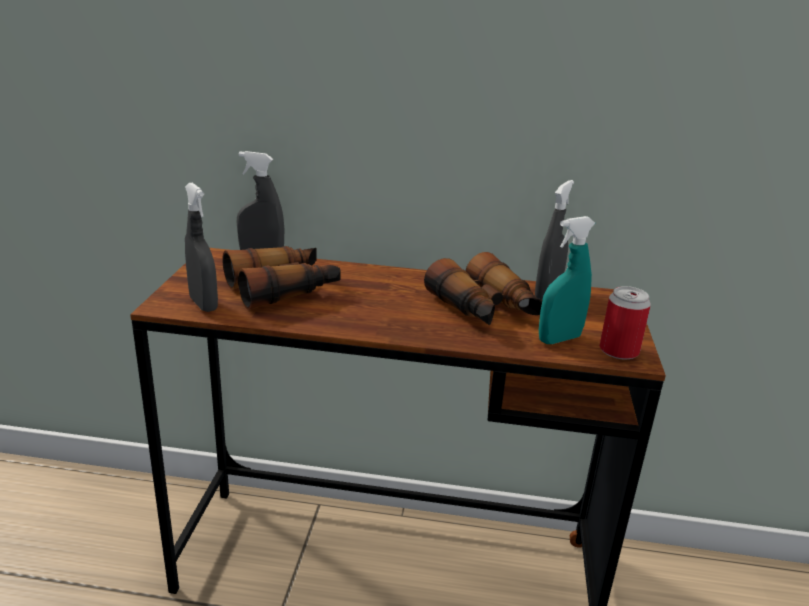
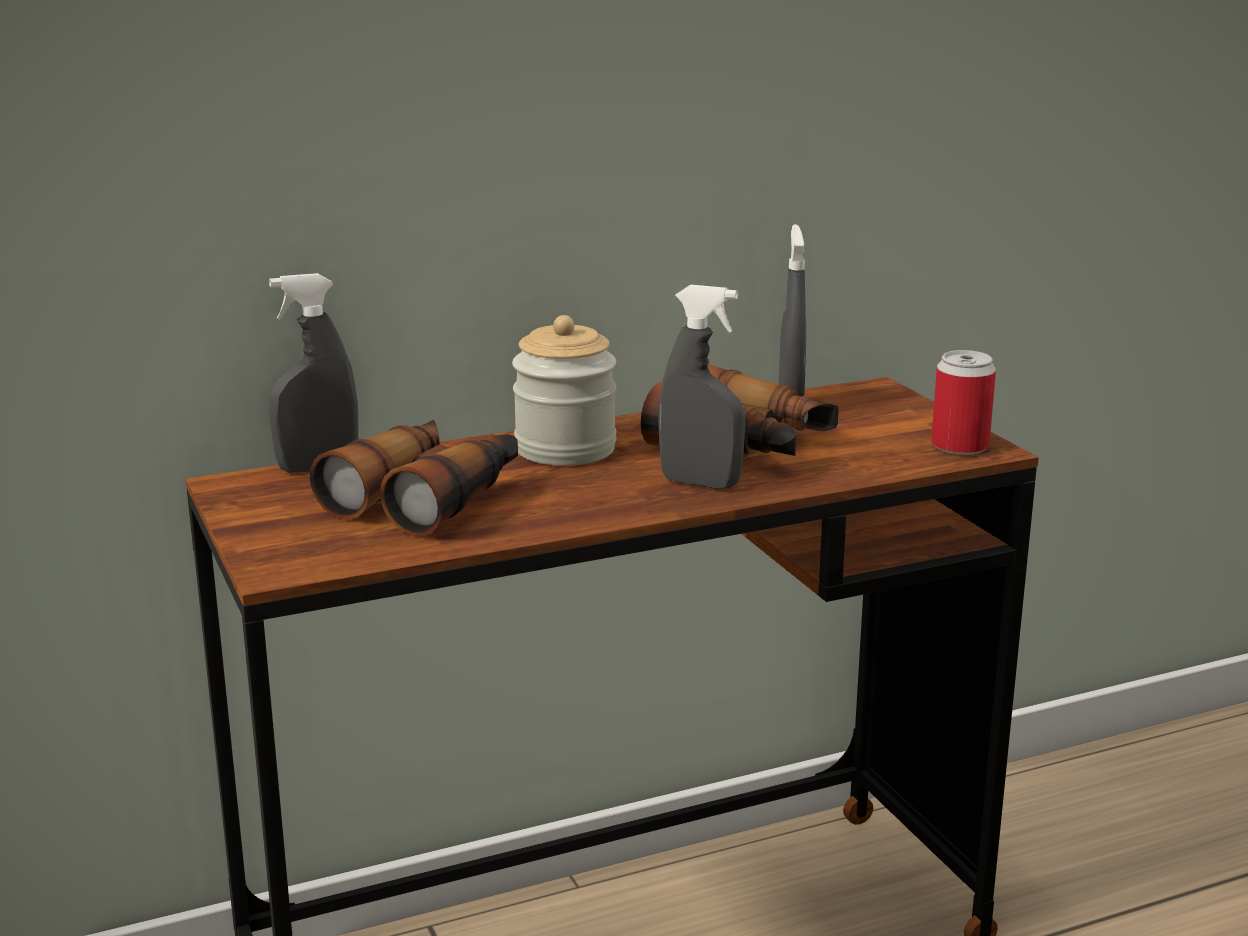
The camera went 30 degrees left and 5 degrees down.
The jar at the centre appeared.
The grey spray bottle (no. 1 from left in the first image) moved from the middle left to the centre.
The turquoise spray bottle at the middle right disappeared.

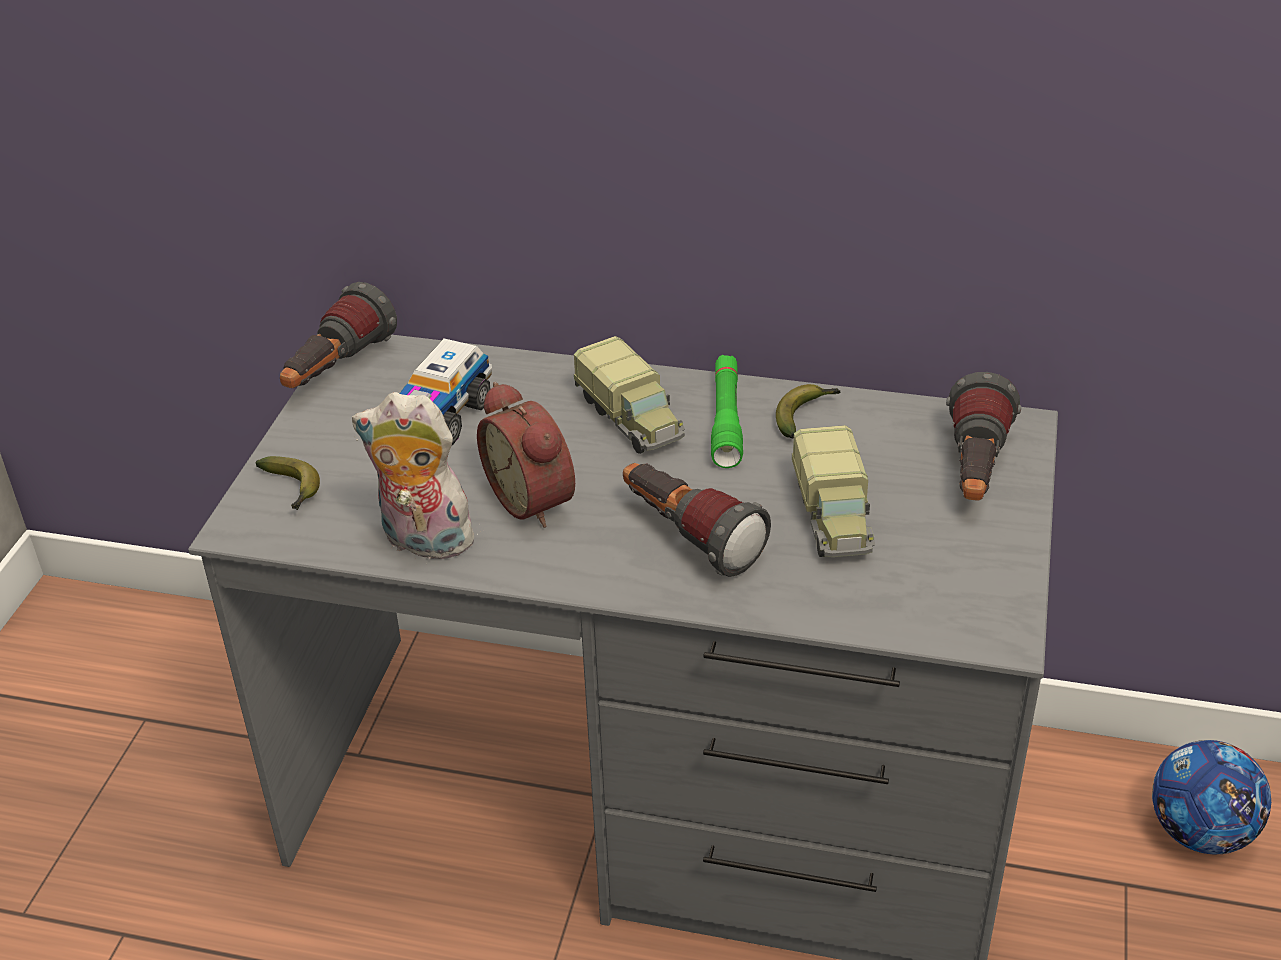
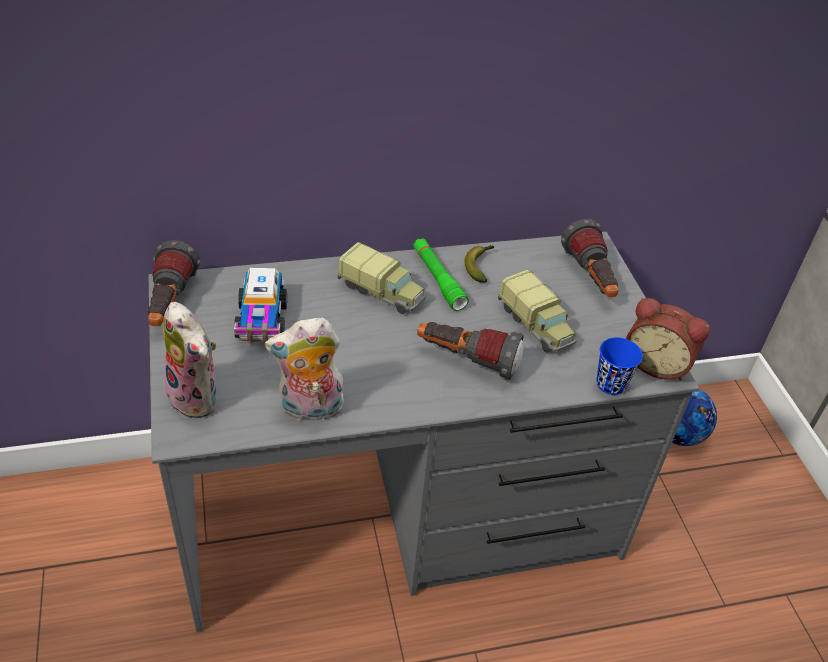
The camera went 30 degrees left and 5 degrees up.
The banana (no. 1 from left) at the middle left was replaced by the plush toy (no. 1 from left) at the middle left.
The blue cup at the middle right appeared.
The alarm clock moved from the centre to the middle right.

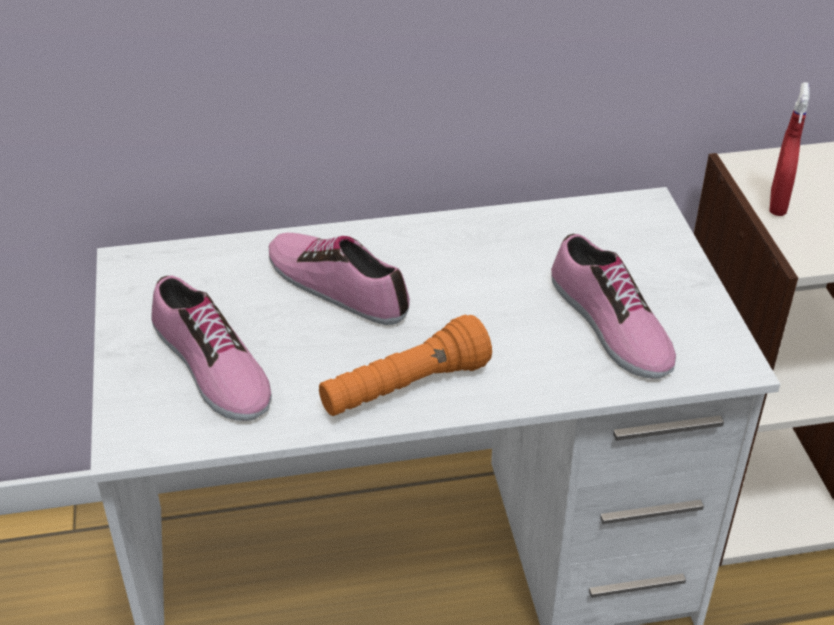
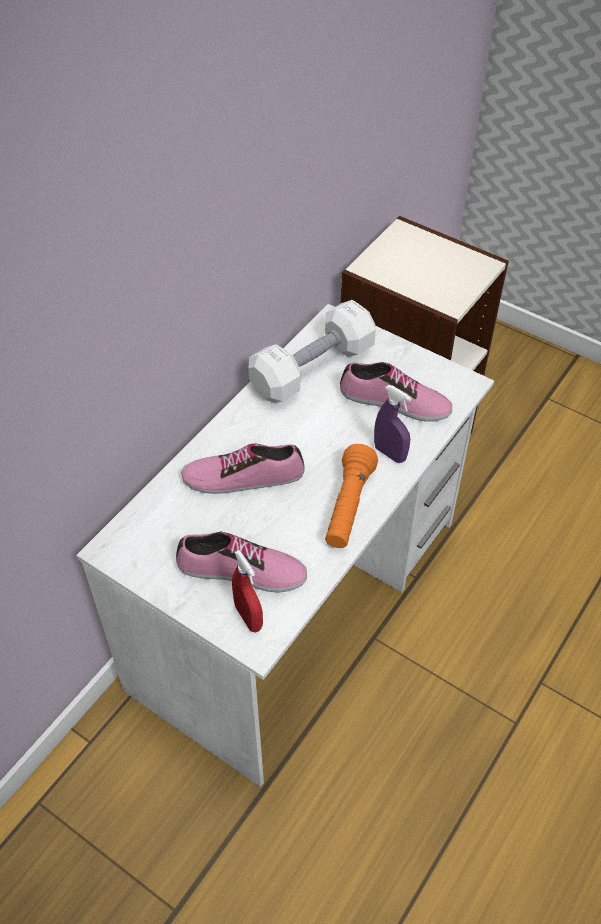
The camera went 45 degrees left and 10 degrees up.
The red spray bottle moved from the top right to the centre.
The white dumbbell at the centre appeared.
The purple spray bottle at the centre appeared.

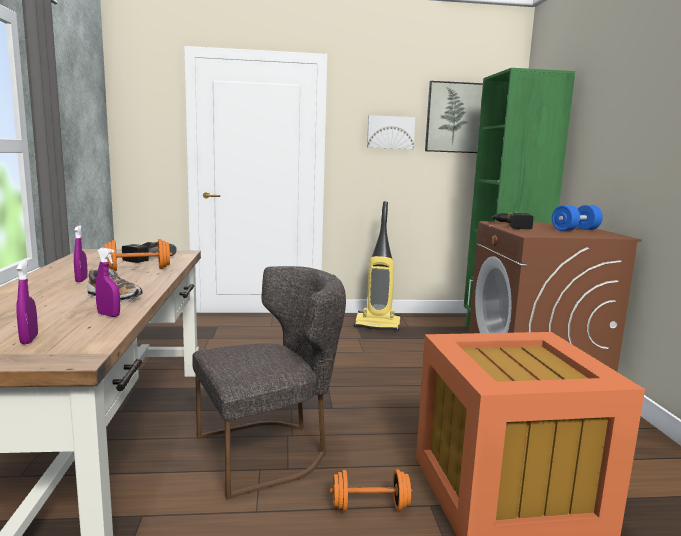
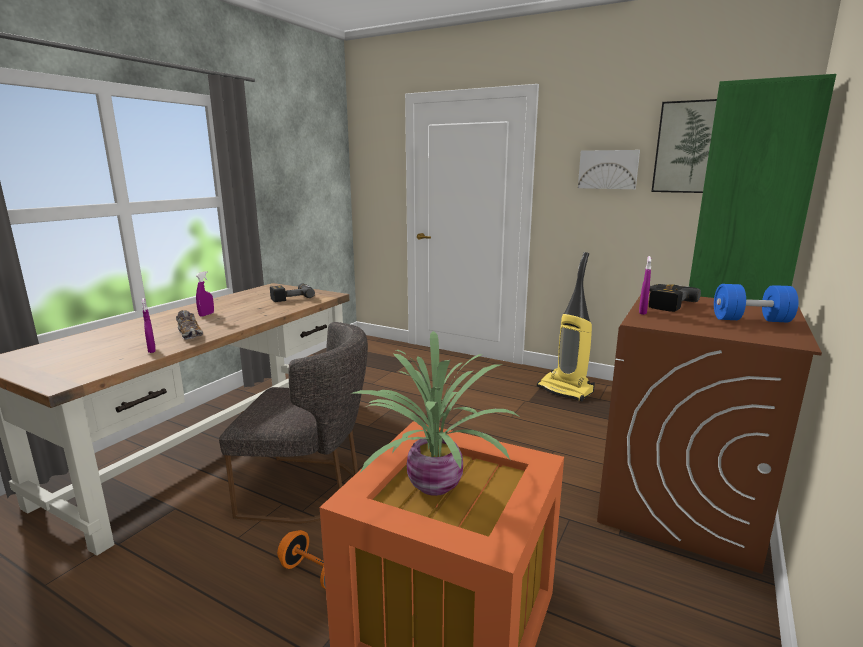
The camera went 35 degrees right and 5 degrees up.
The potted plant at the centre appeared.
The purple spray bottle (no. 1 from left in the first image) moved from the middle left to the middle right.
The orange dumbbell (no. 1 from left) at the middle left disappeared.

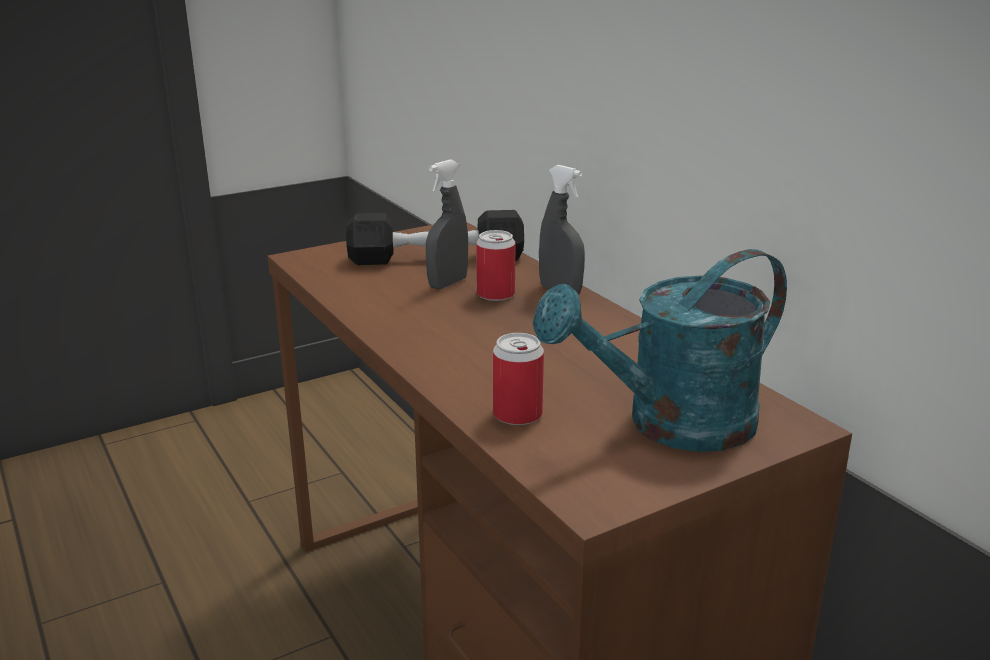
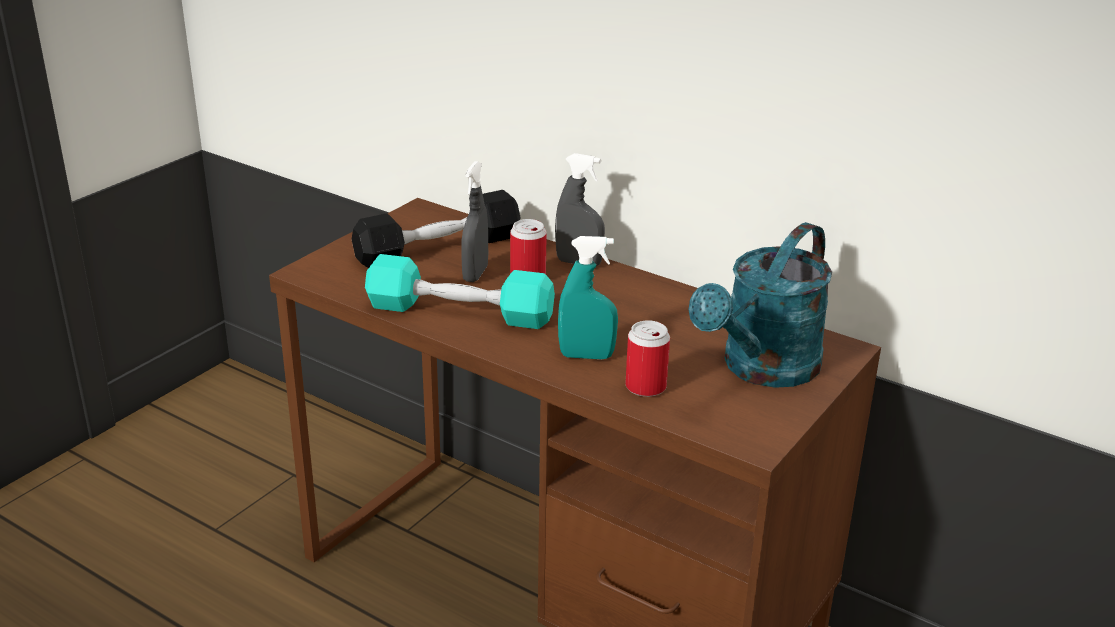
The camera went 25 degrees left and 5 degrees up.
The turquoise dumbbell at the centre appeared.
The turquoise spray bottle at the centre appeared.

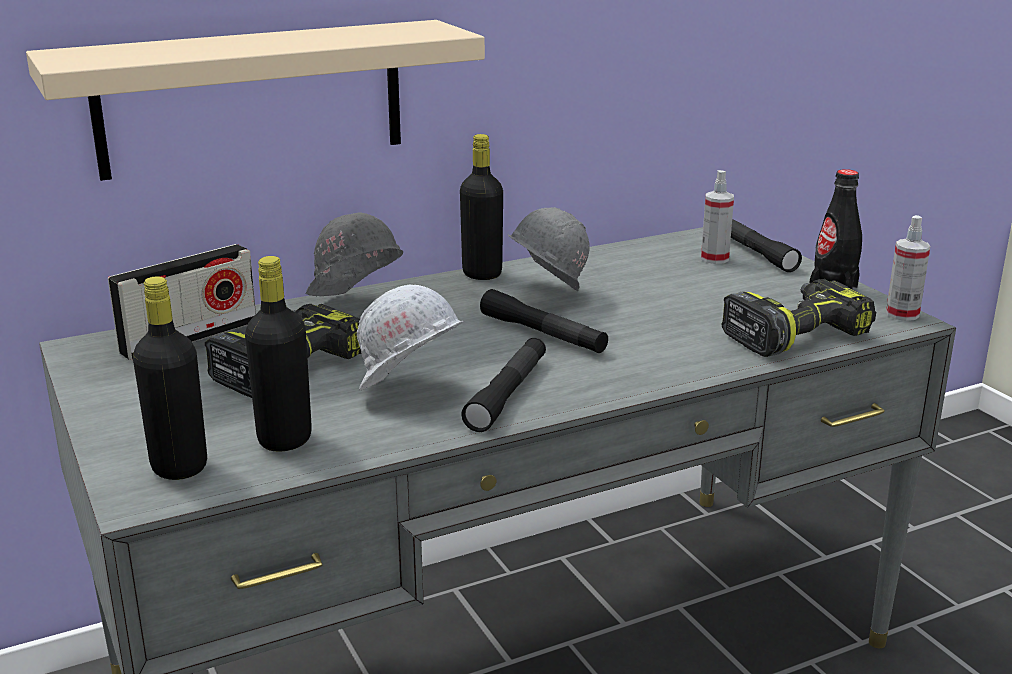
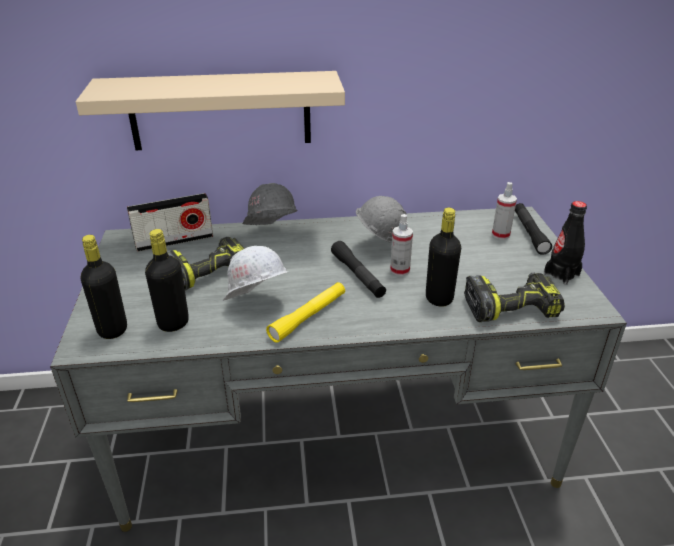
The camera went 20 degrees right and 10 degrees up.
The black flashlight (no. 1 from left) at the centre became the yellow flashlight at the centre.
The spray bottle (no. 2 from left in the first image) moved from the middle right to the centre.
The black bottle (no. 3 from left) moved from the top centre to the centre.

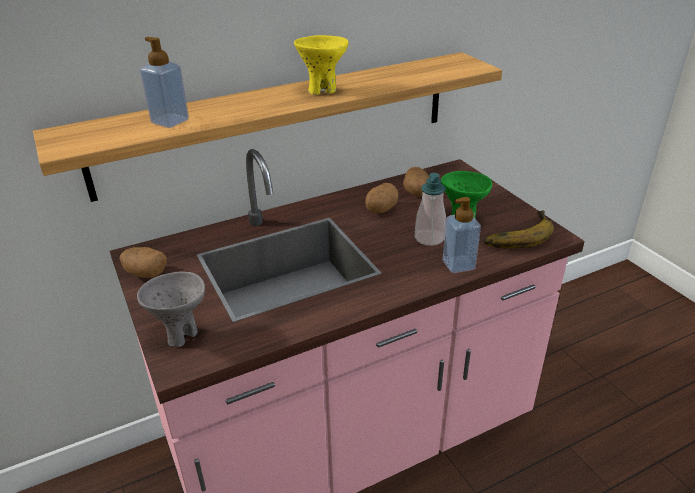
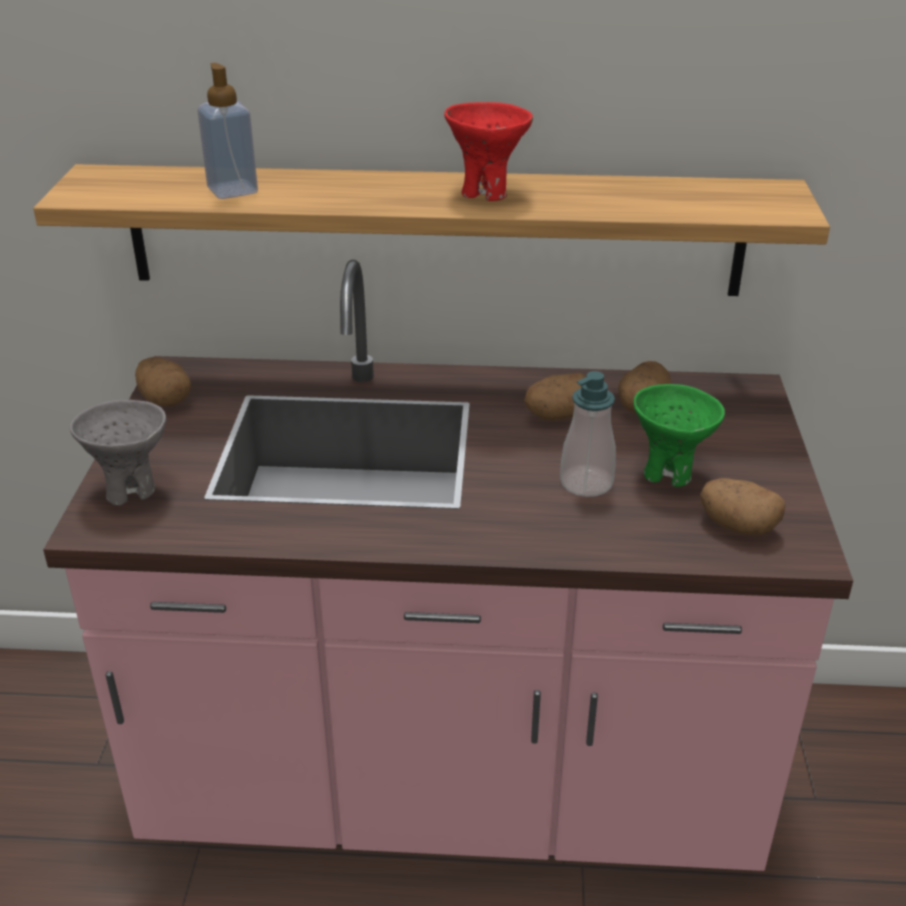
The camera went 30 degrees right and 0 degrees up.
The yellow bowl at the top centre became the red bowl at the top centre.
The banana at the middle right was replaced by the potato (no. 4 from left) at the middle right.
The soap dispenser (no. 3 from left) at the centre disappeared.

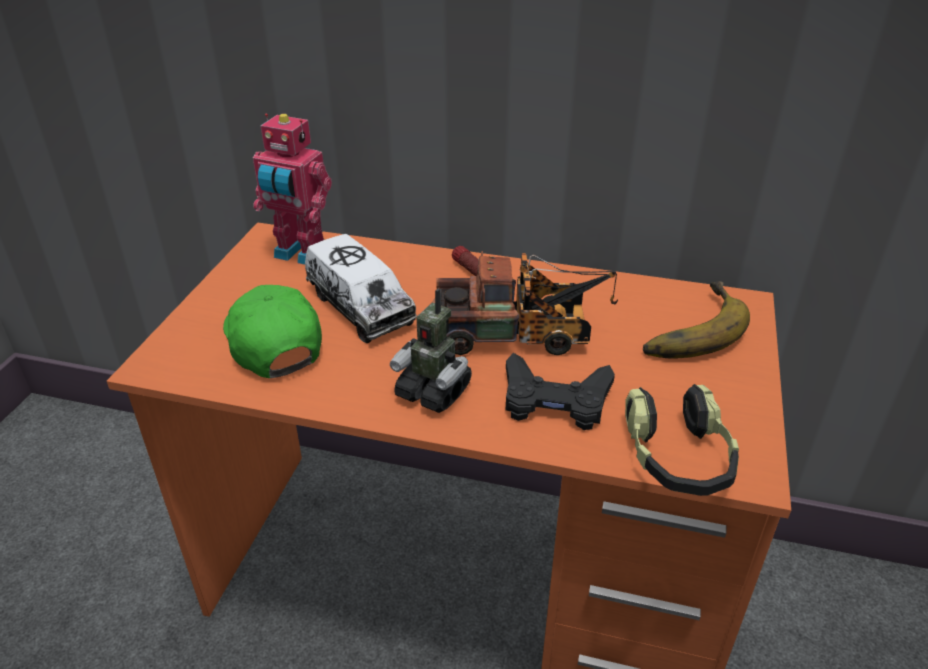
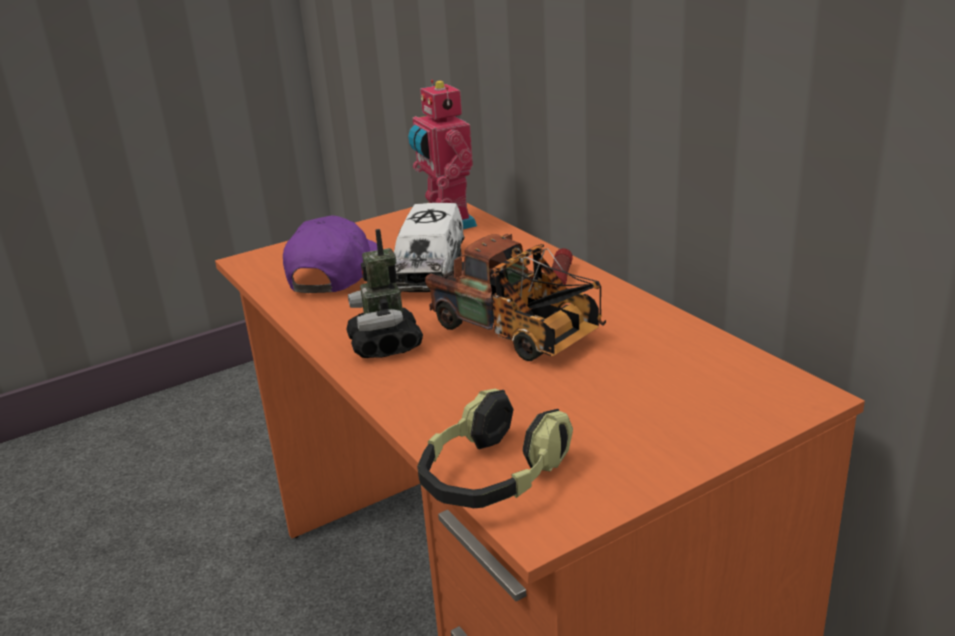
The camera went 45 degrees right and 10 degrees down.
The green cap at the middle left became the purple cap at the centre.
The black game controller at the centre disappeared.
The banana at the middle right disappeared.

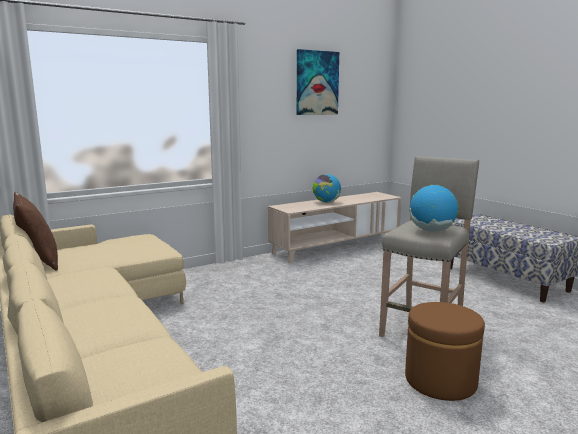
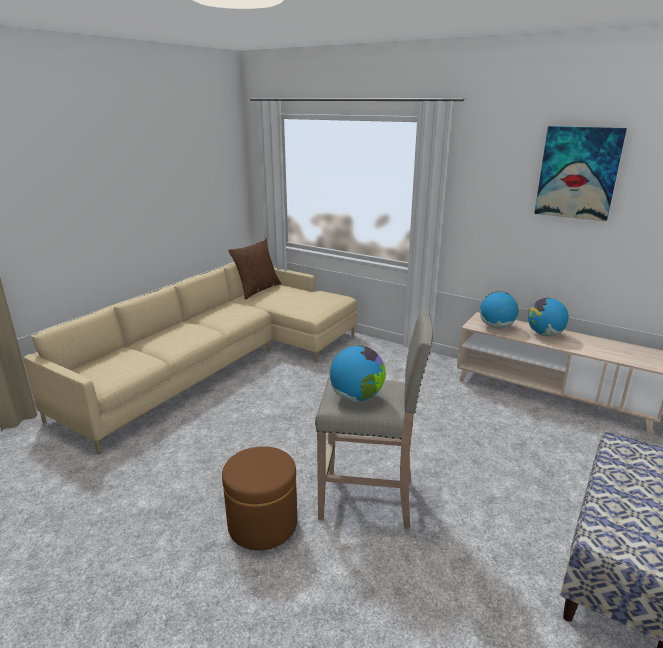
The camera went 65 degrees right and 10 degrees up.
The globe (no. 2 from left) at the middle right appeared.

